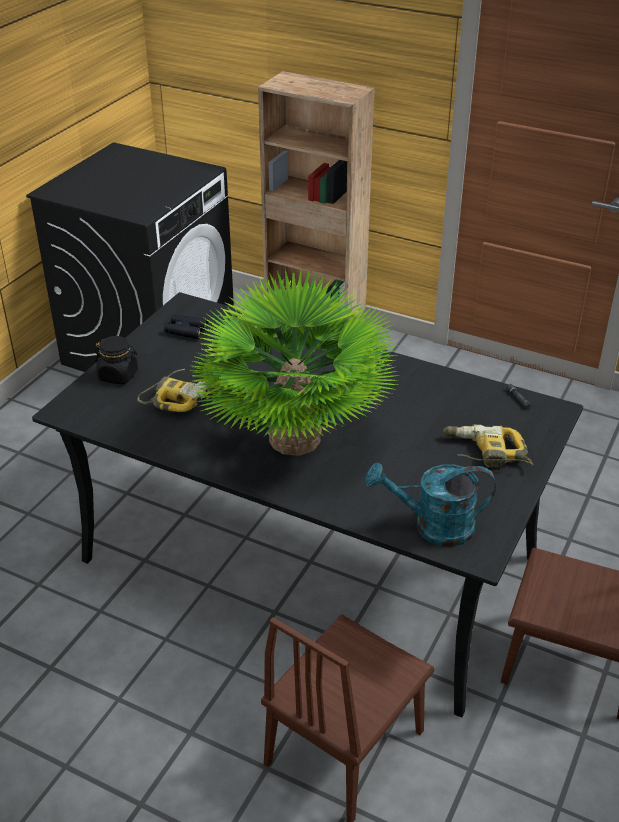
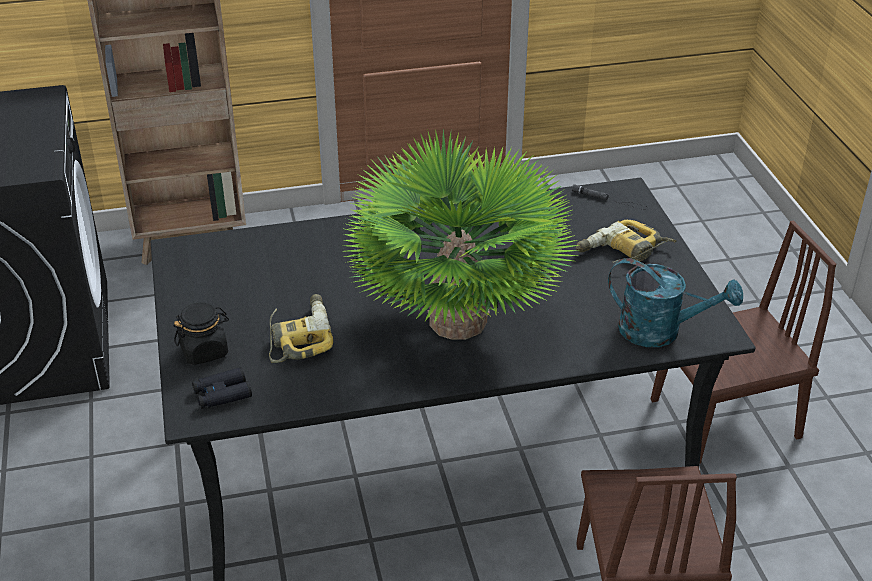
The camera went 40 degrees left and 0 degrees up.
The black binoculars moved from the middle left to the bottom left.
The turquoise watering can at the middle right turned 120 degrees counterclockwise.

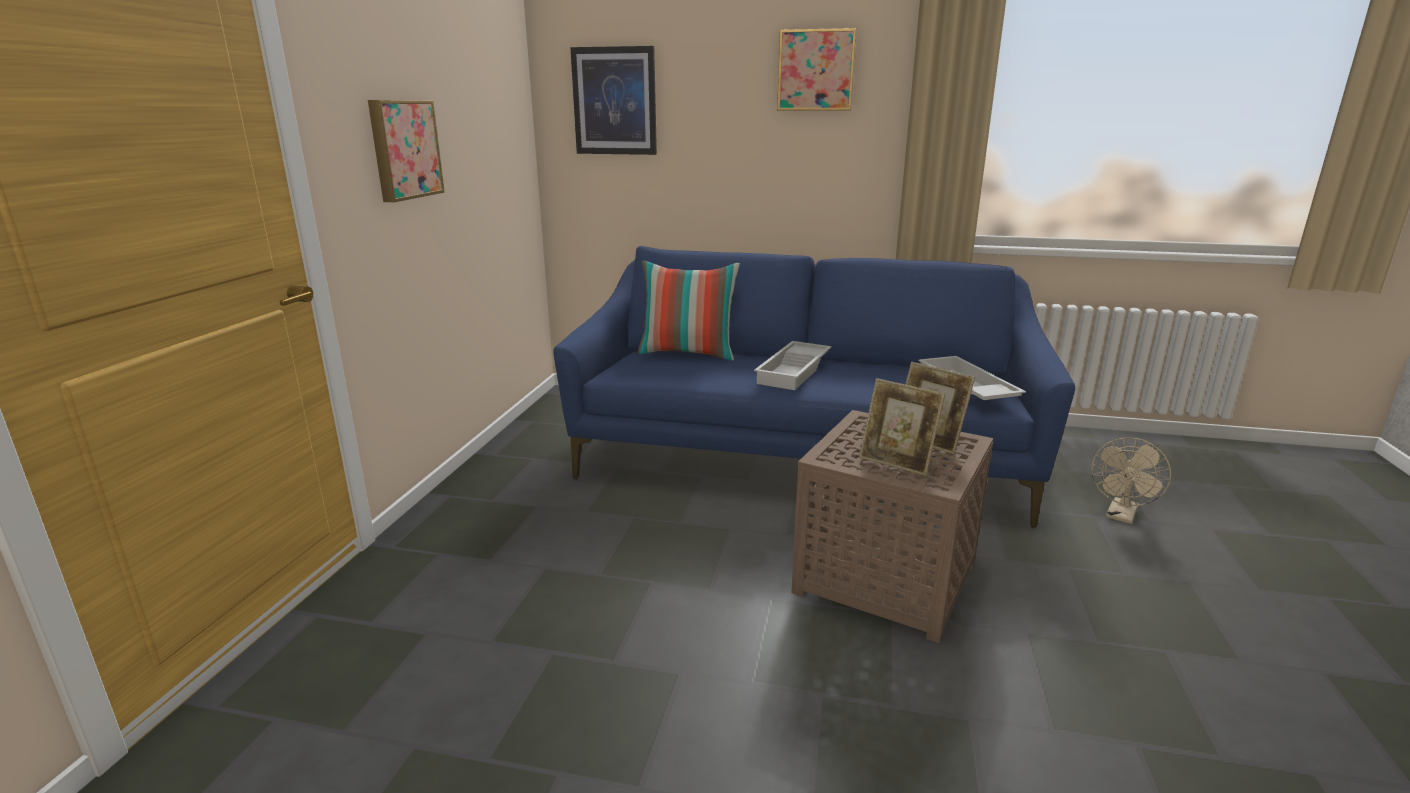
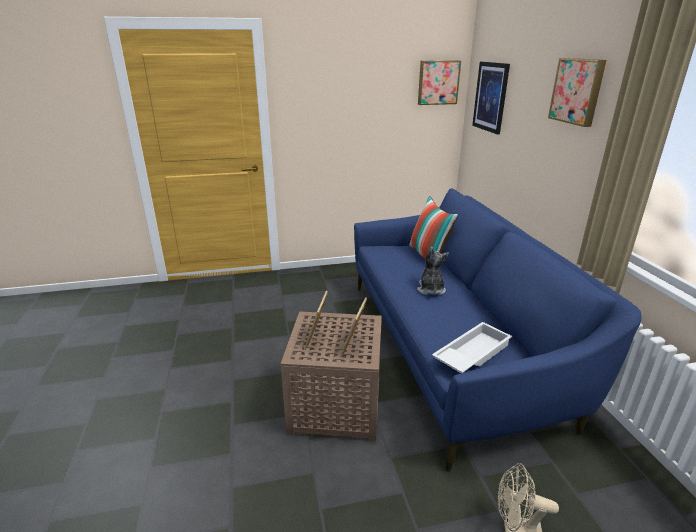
The camera went 65 degrees right and 5 degrees up.
The white tray (no. 1 from left) at the centre was replaced by the plush toy at the centre.
The picture (no. 1 from left) moved from the top left to the top centre.

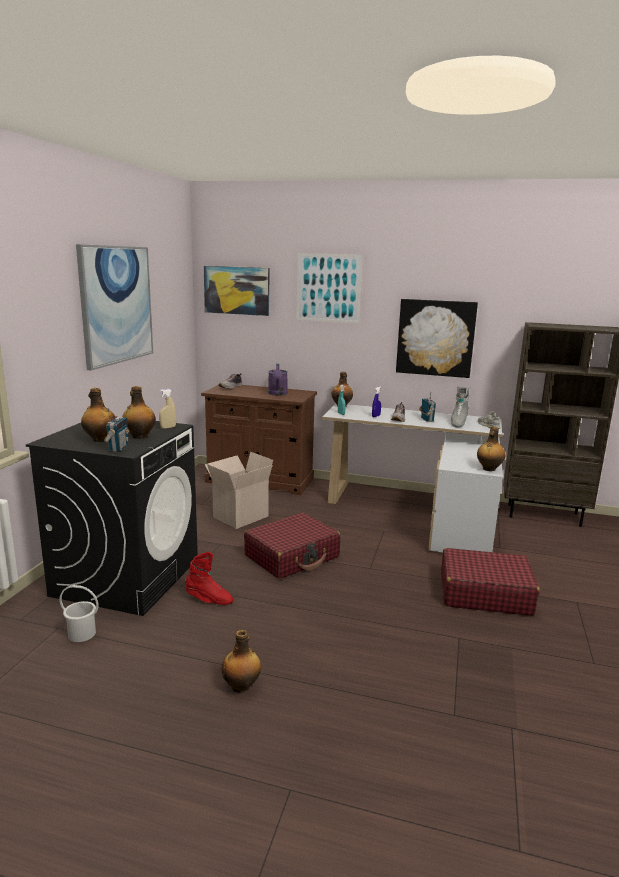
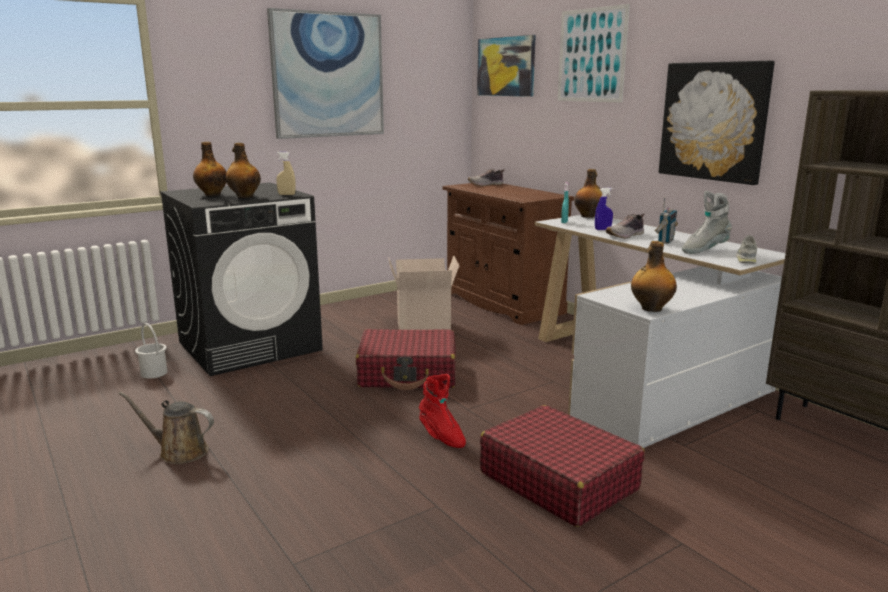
The camera went 40 degrees right and 0 degrees up.
The bottle (no. 3 from left) at the bottom centre was replaced by the brown watering can at the bottom left.
The red boot moved from the centre to the bottom centre.
The radio (no. 1 from left) at the middle left disappeared.
The purple watering can at the centre disappeared.

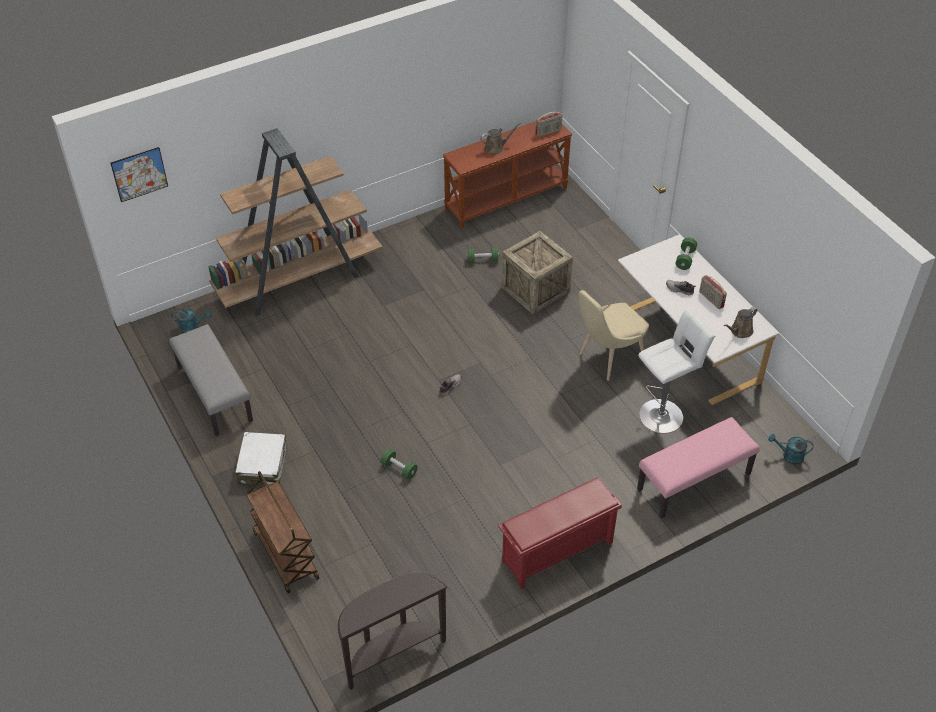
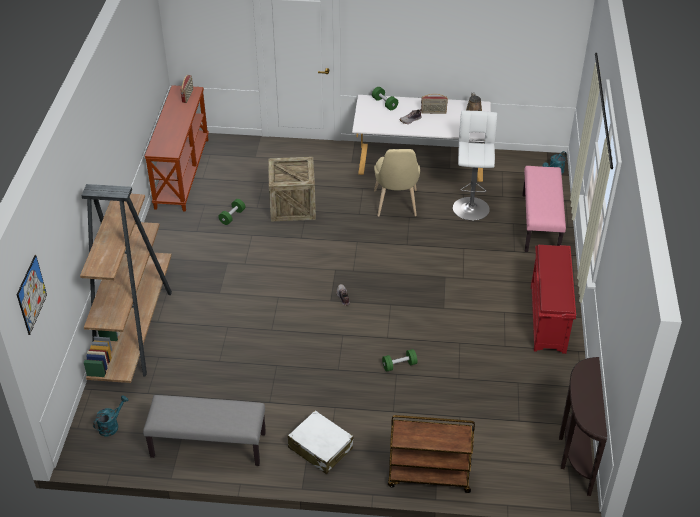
The camera went 55 degrees left and 5 degrees down.
The brown watering can (no. 1 from left) at the top centre disappeared.

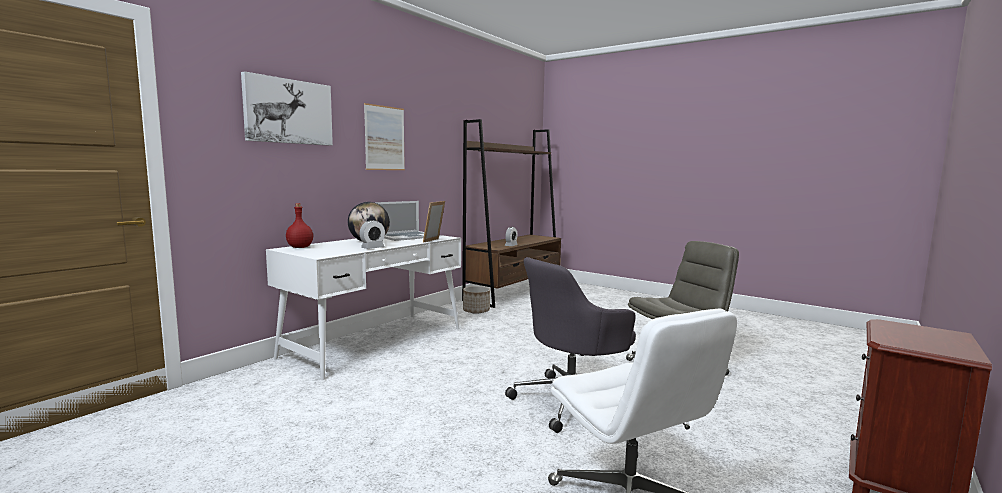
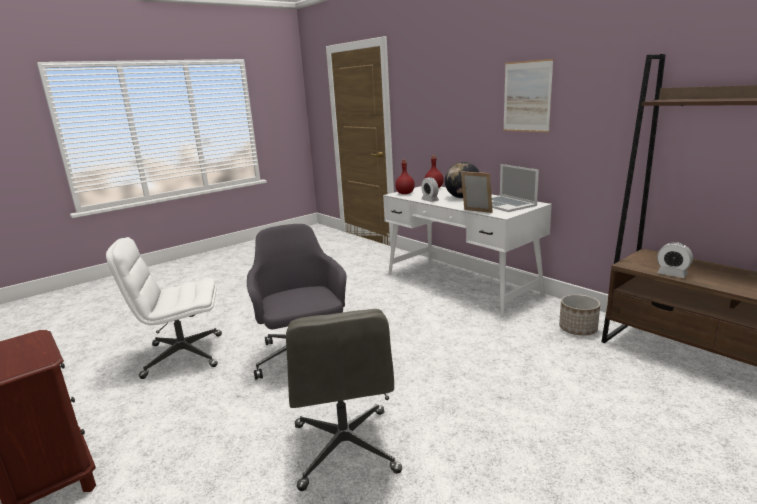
The camera went 105 degrees right and 10 degrees up.
The red bottle (no. 1 from left) at the centre appeared.
The picture (no. 1 from left) at the top left disappeared.

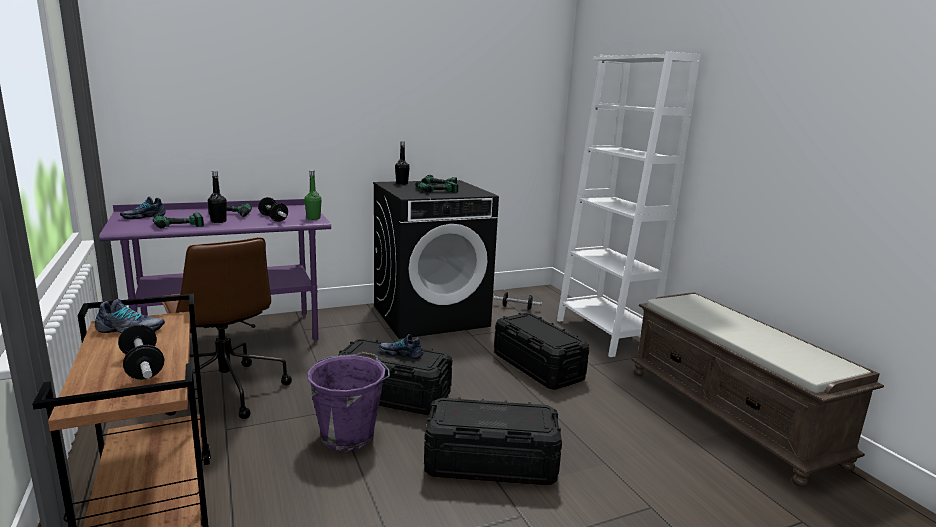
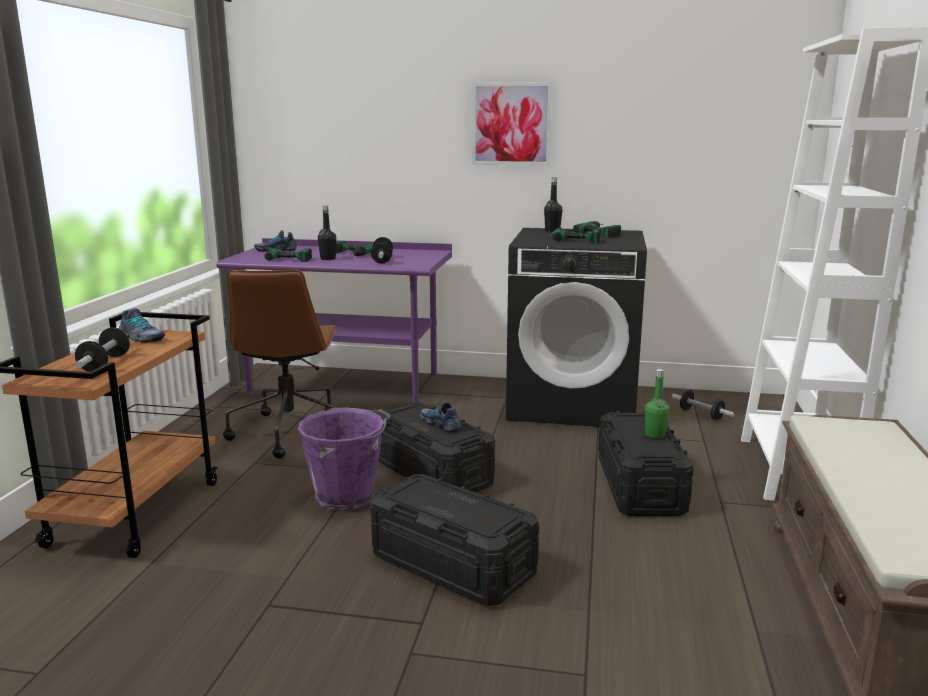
The camera went 35 degrees right and 0 degrees up.
The picture at the top centre appeared.
The green bottle moved from the centre to the middle right.

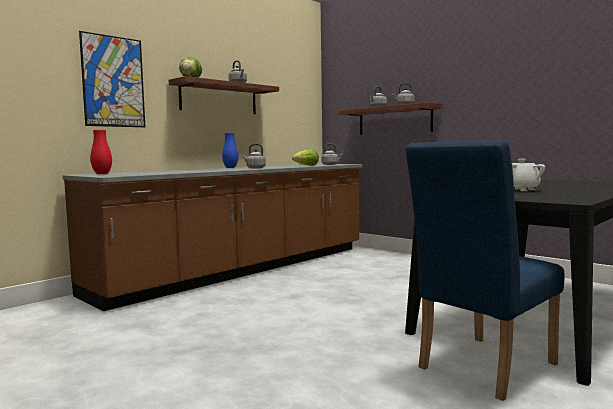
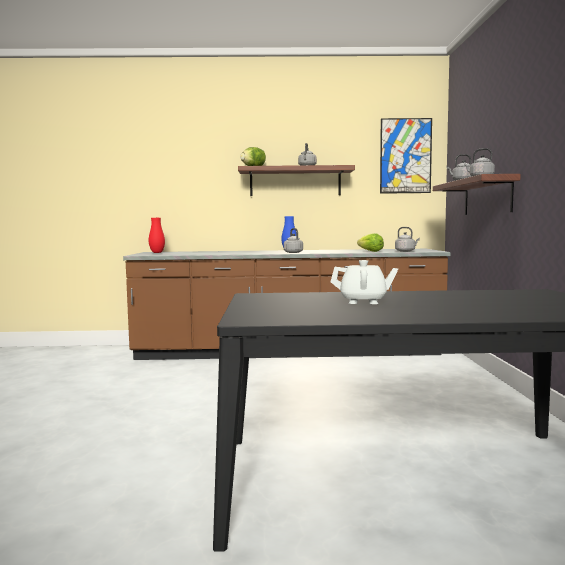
The camera went 45 degrees right and 0 degrees up.
The picture moved from the top left to the top right.
The blue chair at the middle right disappeared.

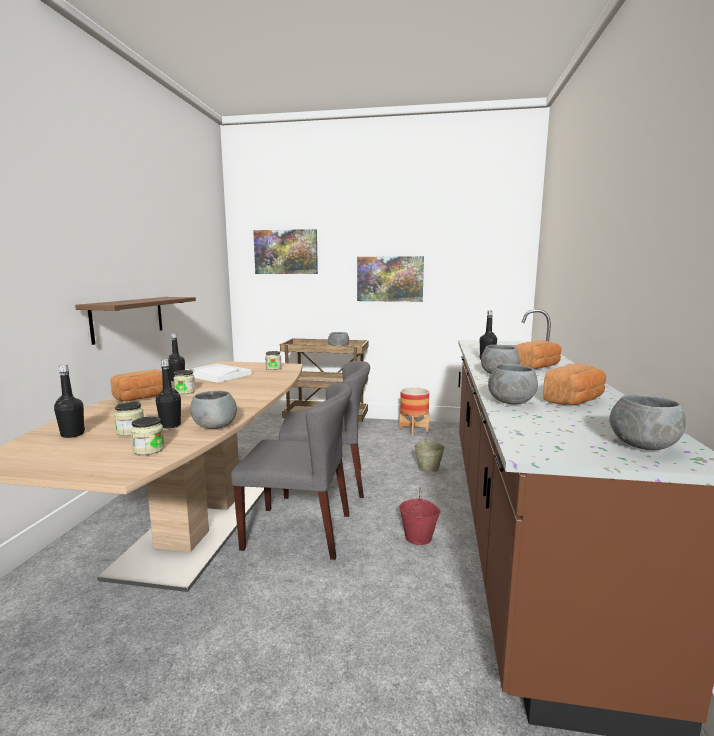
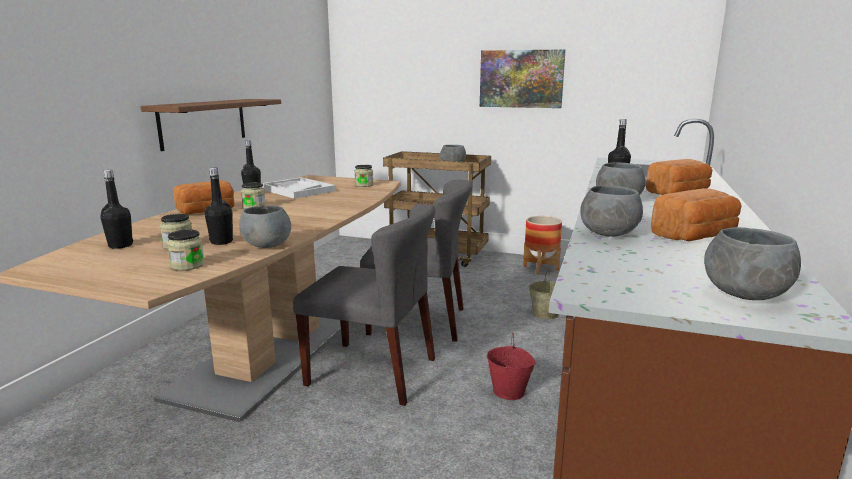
The camera went 10 degrees right and 5 degrees up.
The picture (no. 1 from left) at the centre disappeared.

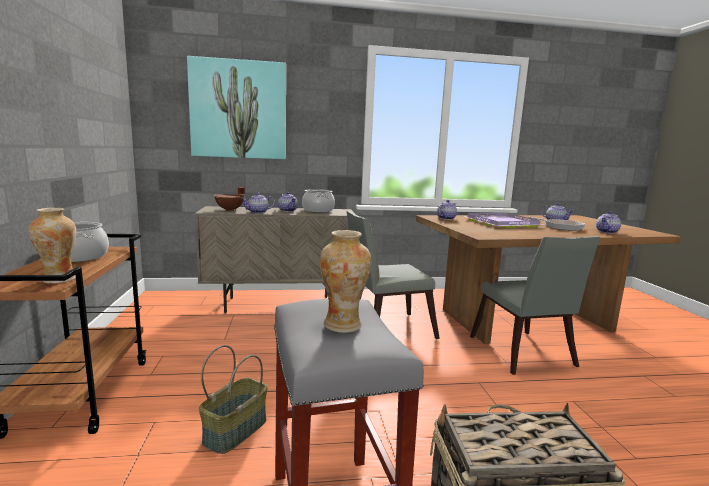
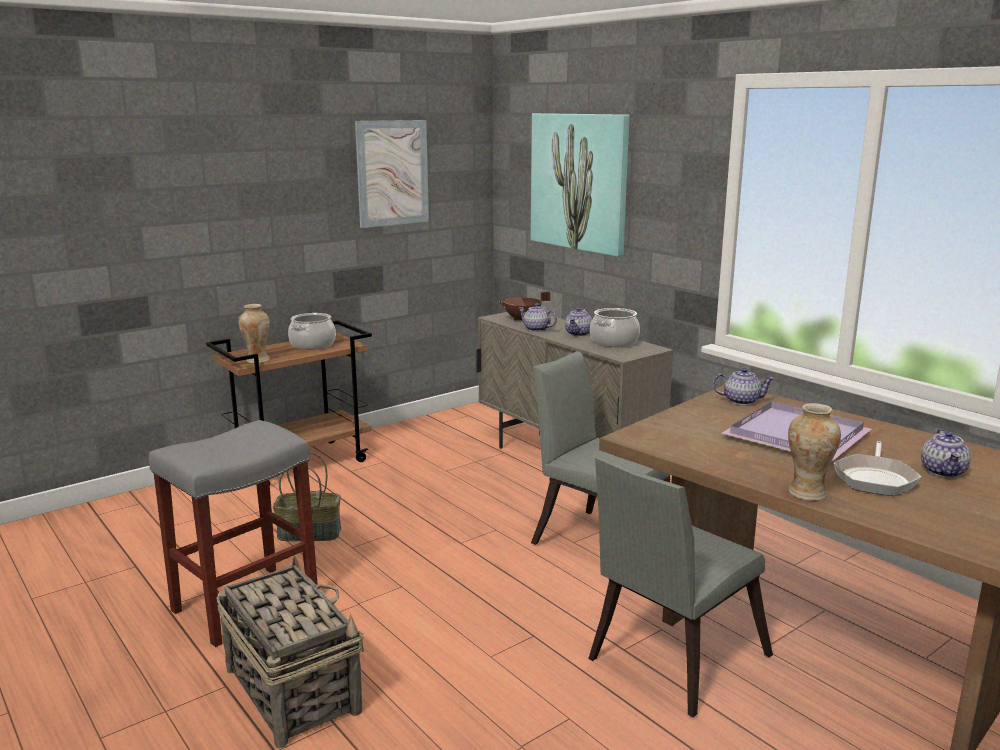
The camera went 60 degrees right and 5 degrees up.
The picture (no. 1 from left) at the top centre appeared.
The vase (no. 2 from left) moved from the centre to the middle right.
The teapot (no. 5 from left) at the middle right disappeared.

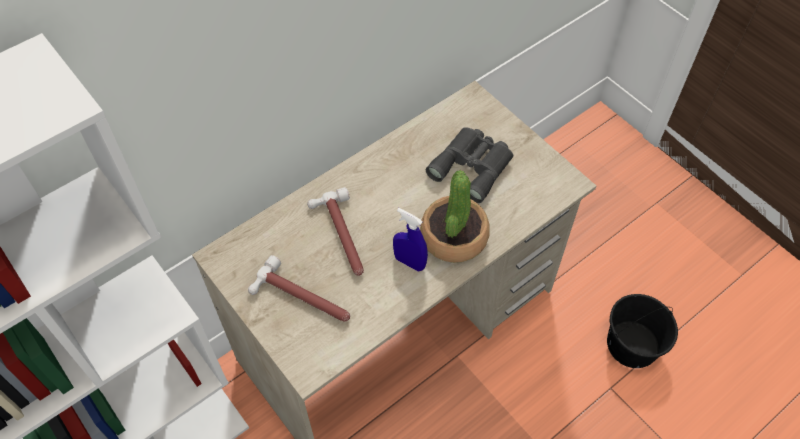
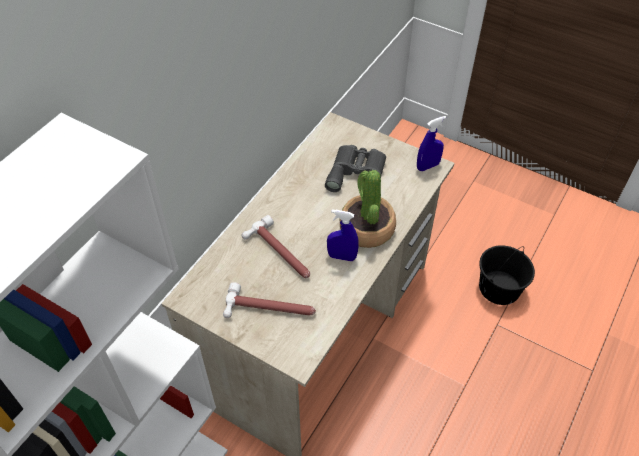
The camera went 20 degrees left and 5 degrees down.
The blue spray bottle (no. 2 from left) at the top right appeared.

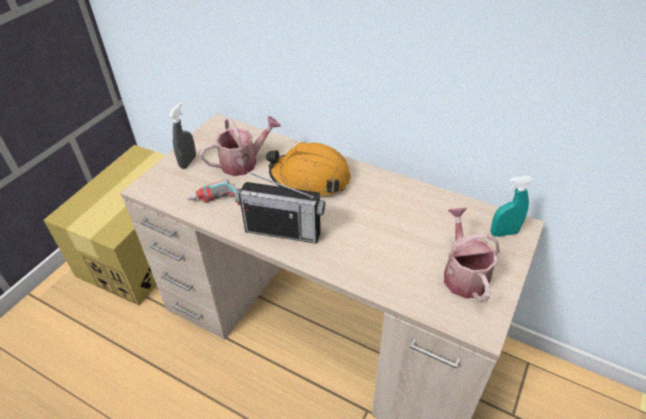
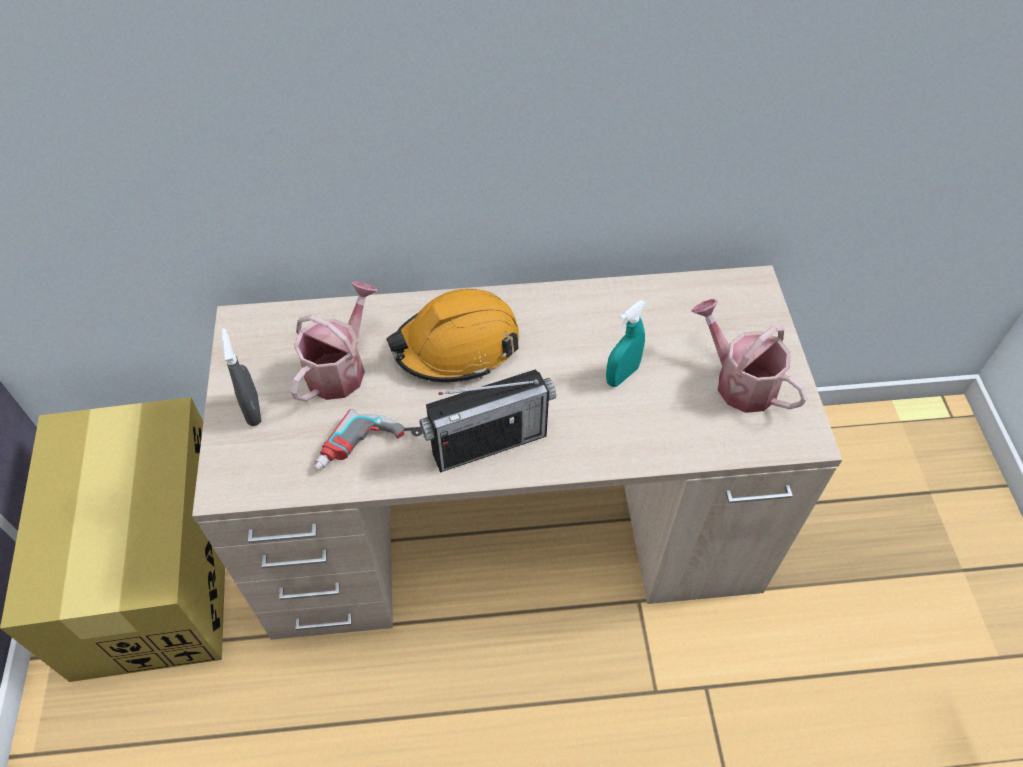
The camera went 35 degrees left and 10 degrees up.
The turquoise spray bottle moved from the middle right to the centre.

